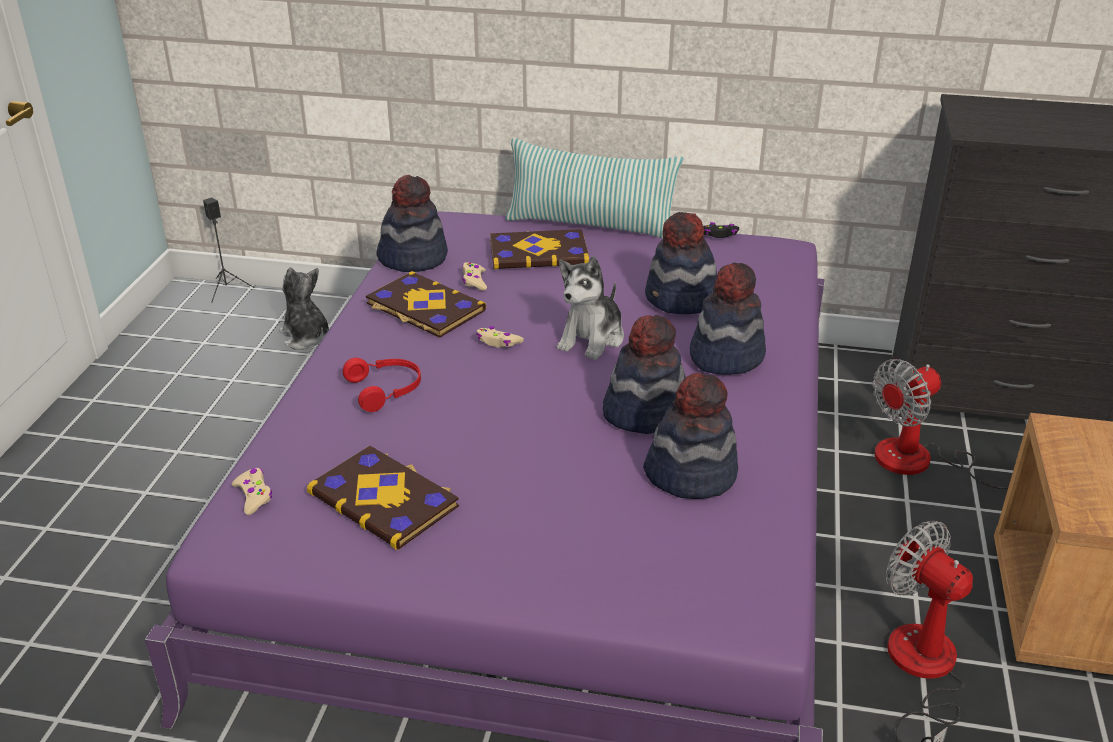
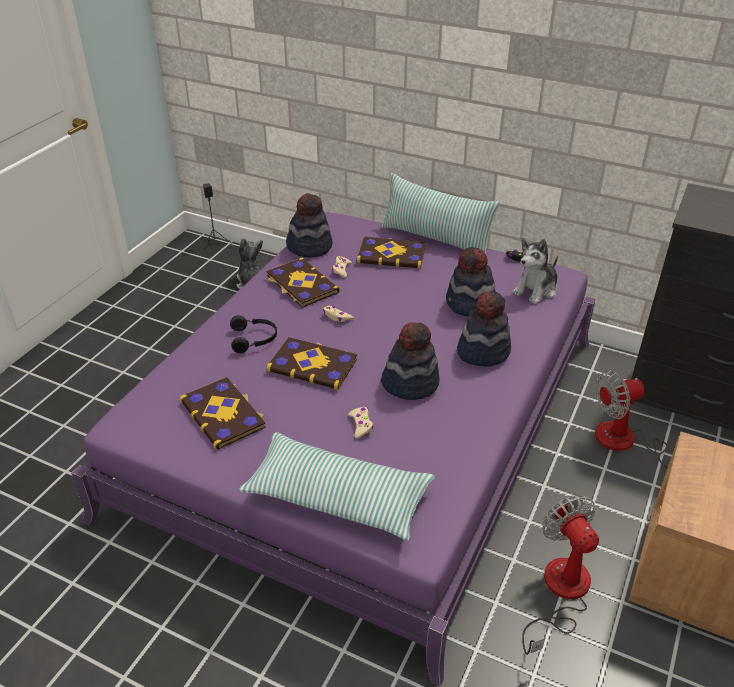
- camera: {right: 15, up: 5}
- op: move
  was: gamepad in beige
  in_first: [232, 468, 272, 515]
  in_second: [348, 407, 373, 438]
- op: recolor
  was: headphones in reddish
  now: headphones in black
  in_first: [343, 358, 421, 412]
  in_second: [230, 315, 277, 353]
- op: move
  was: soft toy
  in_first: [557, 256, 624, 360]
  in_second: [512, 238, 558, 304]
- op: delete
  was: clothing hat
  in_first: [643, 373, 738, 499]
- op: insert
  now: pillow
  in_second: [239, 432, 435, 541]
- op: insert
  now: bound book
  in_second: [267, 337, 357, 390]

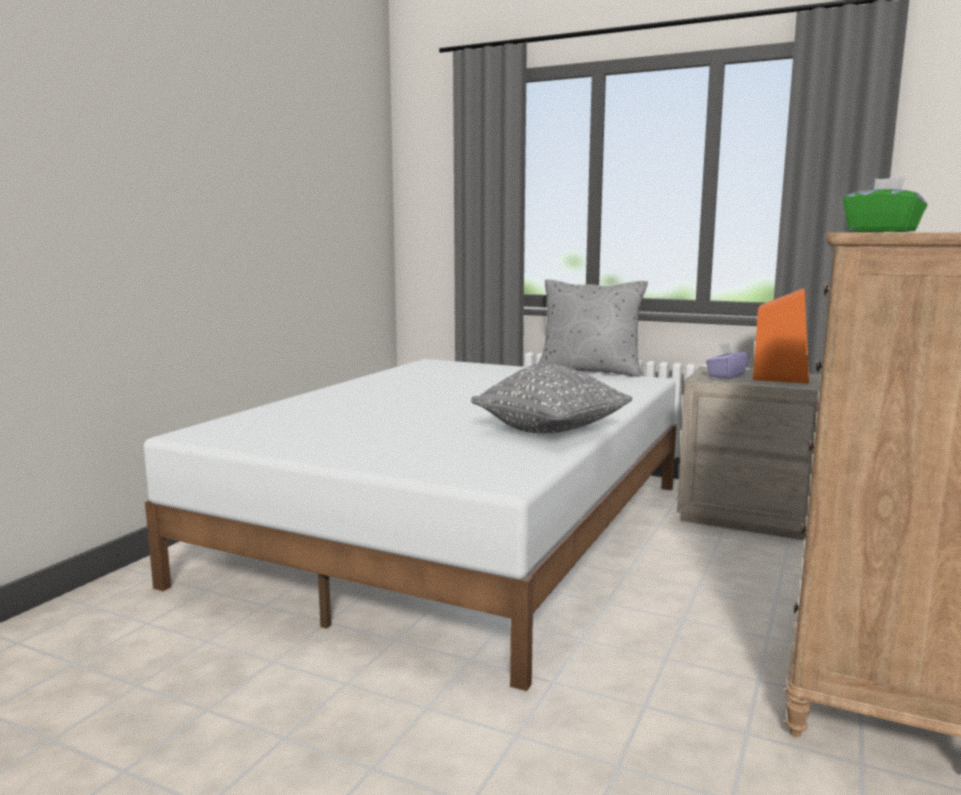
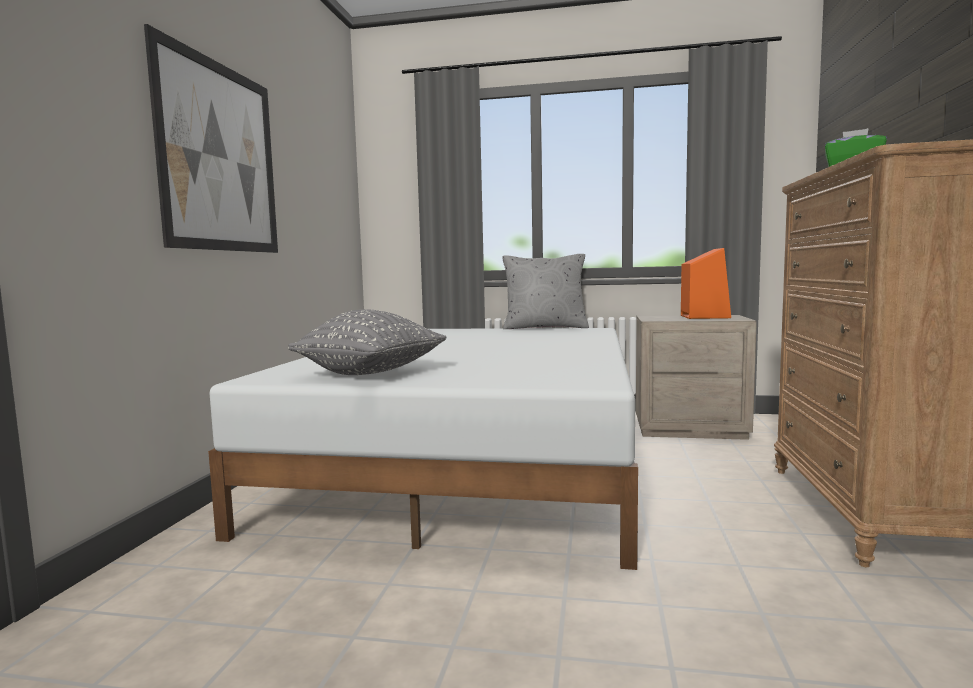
- camera: {right: -15, up: -5}
- op: move
  was: pillow in gray
  in_first: [471, 364, 633, 434]
  in_second: [288, 309, 446, 375]
- op: delete
  was: tissue box in purple
  in_first: [706, 343, 749, 379]
- op: insert
  now: wall picture
  in_second: [144, 24, 278, 253]

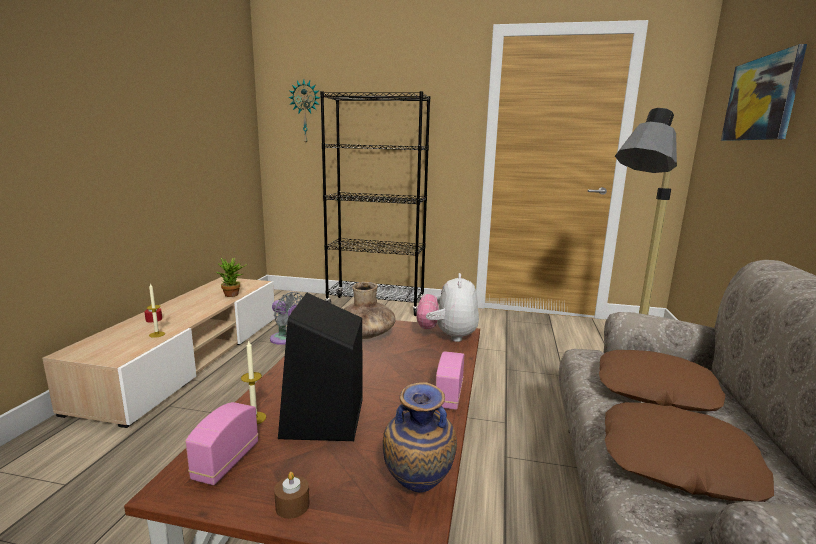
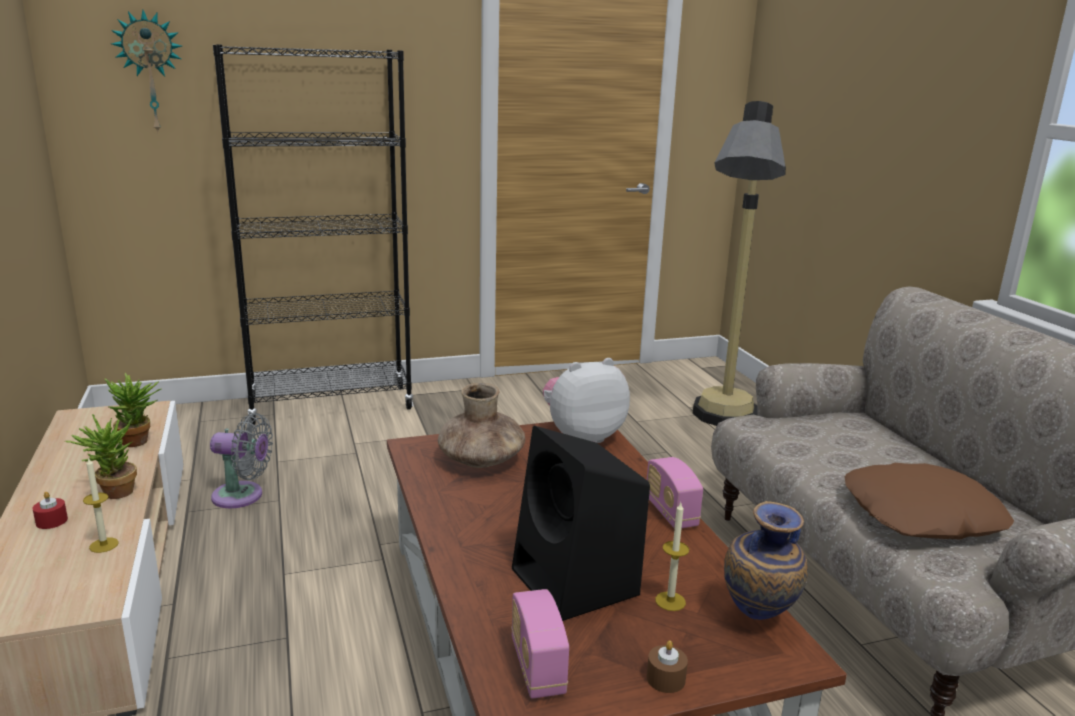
- camera: {right: -30, up: 5}
- op: move
  was: candle
  in_first: [241, 341, 266, 424]
  in_second: [655, 503, 689, 611]
- op: rotate
  was: soft toy
  in_first: [416, 273, 479, 342]
  in_second: [543, 358, 630, 443]
  clockwise: 90
- op: delete
  was: pillow in brown
  in_first: [599, 350, 725, 411]
- op: delete
  was: wall picture
  in_first: [721, 44, 807, 141]
- op: insert
  now: plant in a pot
  in_second: [65, 414, 137, 499]

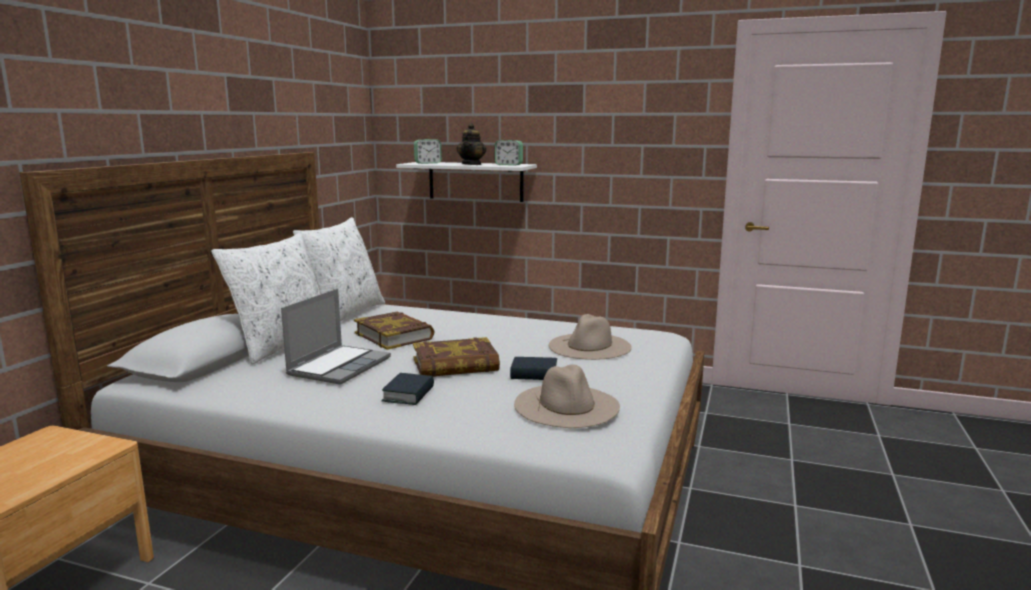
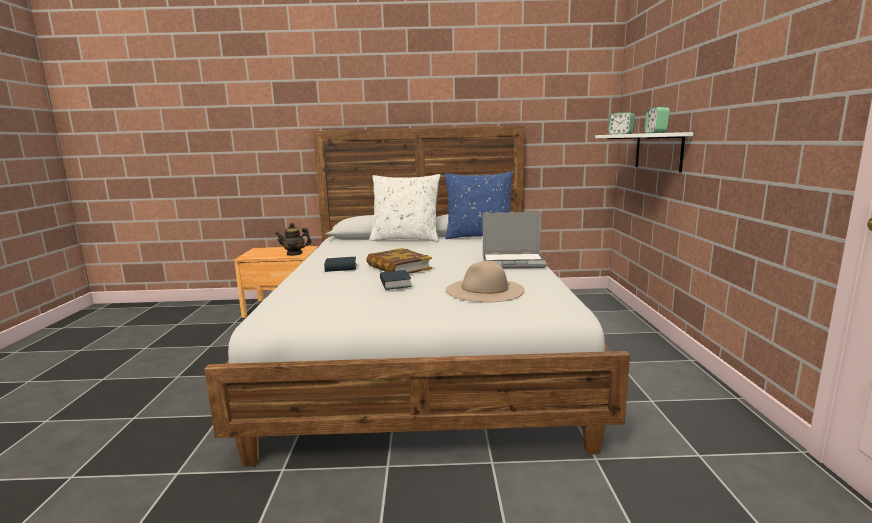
- camera: {right: 70, up: 0}
- op: move
  was: notebook computer
  in_first: [281, 289, 391, 385]
  in_second: [483, 212, 547, 268]
- op: recolor
  was: pillow in whitish
  now: pillow in blue-coloured
  in_first: [293, 217, 385, 321]
  in_second: [445, 171, 513, 239]
- op: delete
  was: bound book
  in_first: [354, 311, 435, 350]
- op: move
  was: teapot
  in_first: [456, 123, 486, 165]
  in_second: [275, 223, 312, 256]
- op: delete
  was: clothing hat in beige
  in_first: [514, 364, 620, 428]

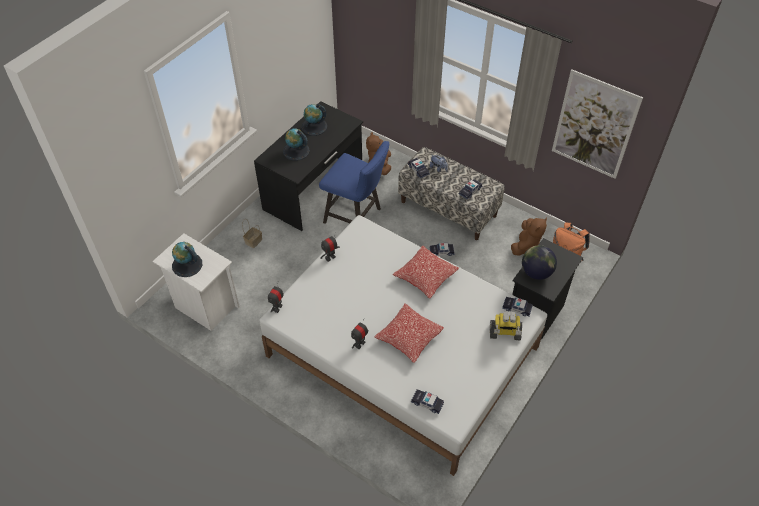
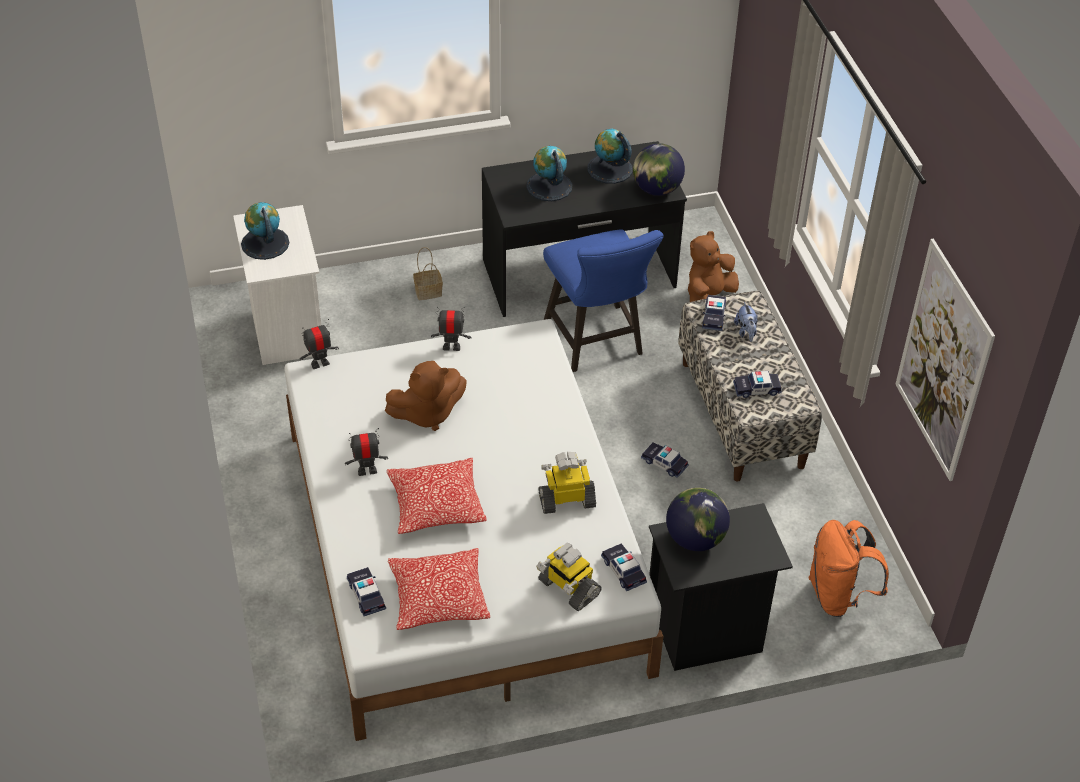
- camera: {right: 40, up: -5}
- op: move
  was: pillow
  in_first: [393, 246, 459, 299]
  in_second: [388, 548, 490, 630]
- op: move
  was: soft toy in brown
  in_first: [511, 217, 547, 256]
  in_second: [385, 361, 467, 431]
- op: insert
  now: robot figure
  in_second: [539, 452, 596, 514]
- op: insert
  now: desk globe
  in_second: [633, 143, 685, 196]

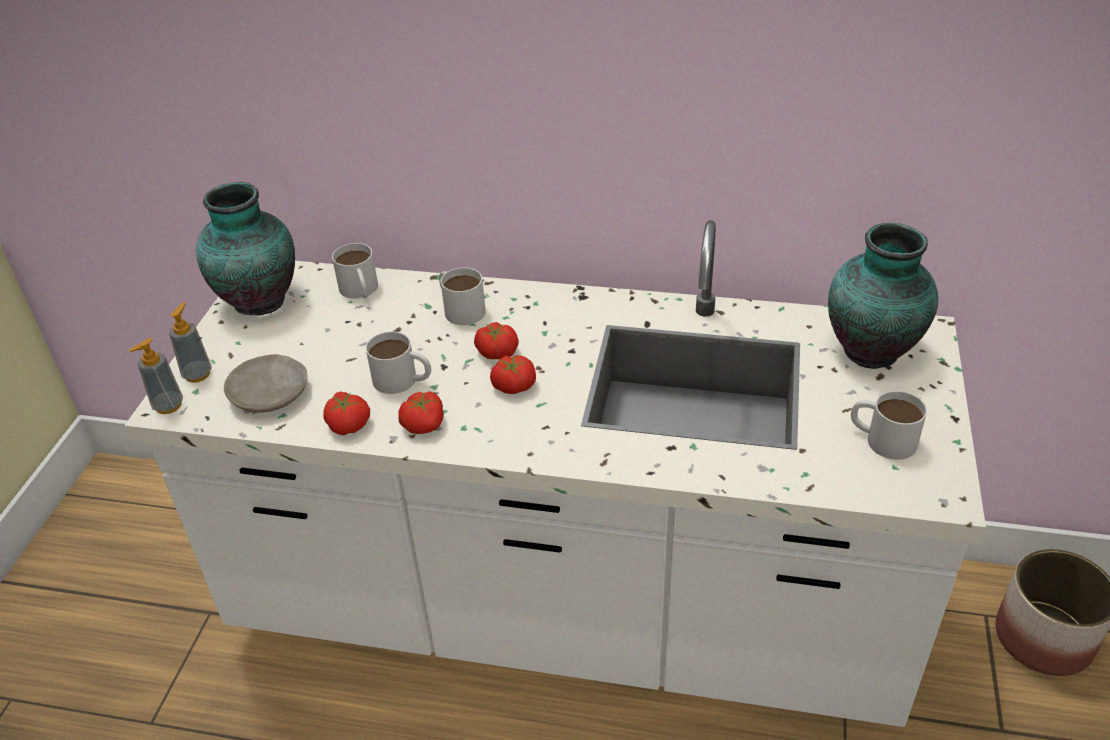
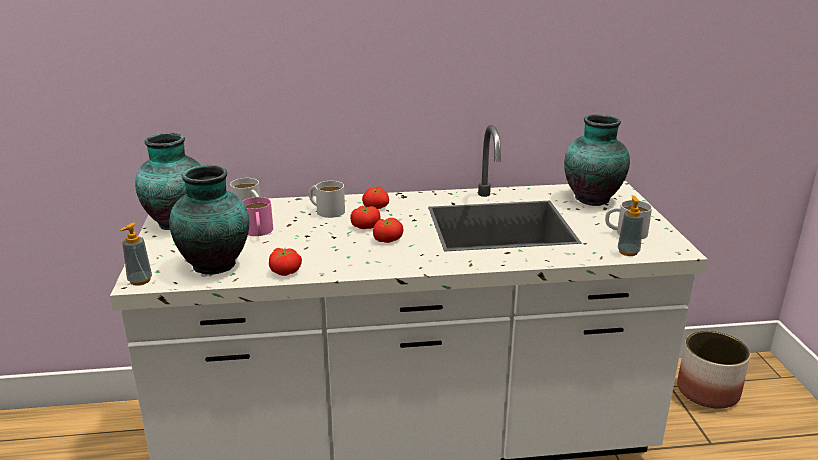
- camera: {right: -20, up: -15}
- op: move
  was: soap bottle
  in_first: [169, 302, 212, 382]
  in_second: [618, 195, 644, 256]
- op: replace
  was: flat dish in beige
  now: flower vase
  in_first: [224, 354, 307, 413]
  in_second: [169, 165, 250, 275]
- op: delete
  was: tea mug in whitish
  in_first: [366, 332, 431, 394]
- op: move
  was: fresh tomato
  in_first: [398, 391, 444, 434]
  in_second: [362, 186, 389, 209]
- op: insert
  now: tea mug in pinkish
  in_second: [243, 197, 273, 236]

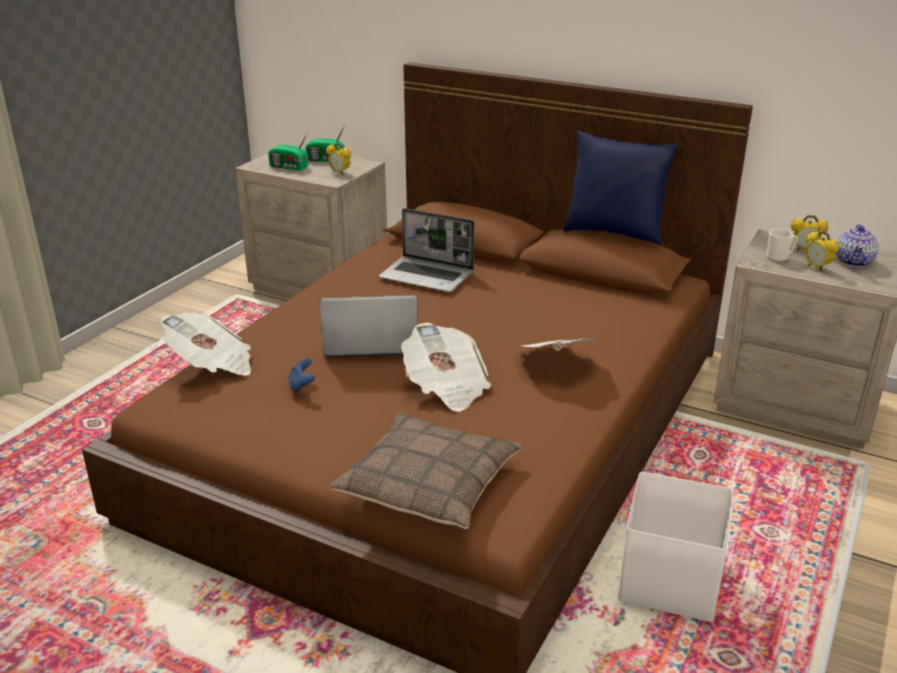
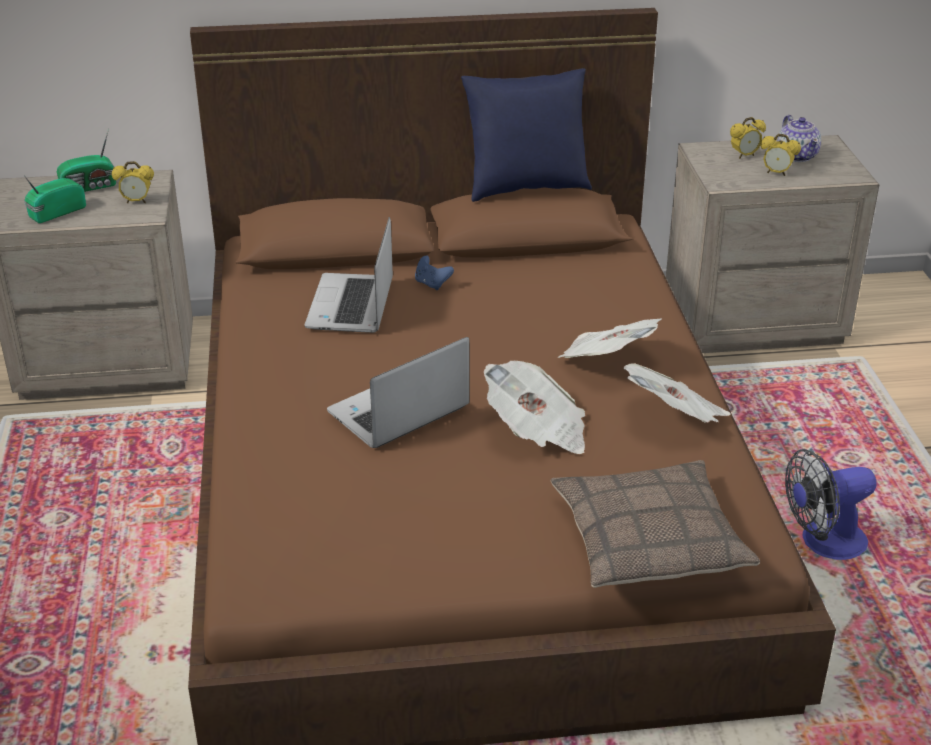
- camera: {right: -35, up: 5}
- op: move
  was: newspaper
  in_first: [161, 312, 251, 376]
  in_second: [623, 363, 731, 423]
- op: rotate
  was: radio receiver
  in_first: [268, 132, 308, 171]
  in_second: [24, 177, 86, 223]
  clockwise: 150
- op: move
  was: gamepad in blue-coloured
  in_first: [288, 358, 315, 393]
  in_second: [415, 256, 454, 290]
- op: rotate
  was: notebook computer
  in_first: [379, 208, 474, 292]
  in_second: [304, 217, 393, 333]
  clockwise: 105
- op: replace
  was: storage box in whitish
  now: cooling fan
  in_first: [618, 472, 733, 622]
  in_second: [785, 449, 876, 560]
- op: delete
  was: tea mug
  in_first: [766, 229, 798, 262]

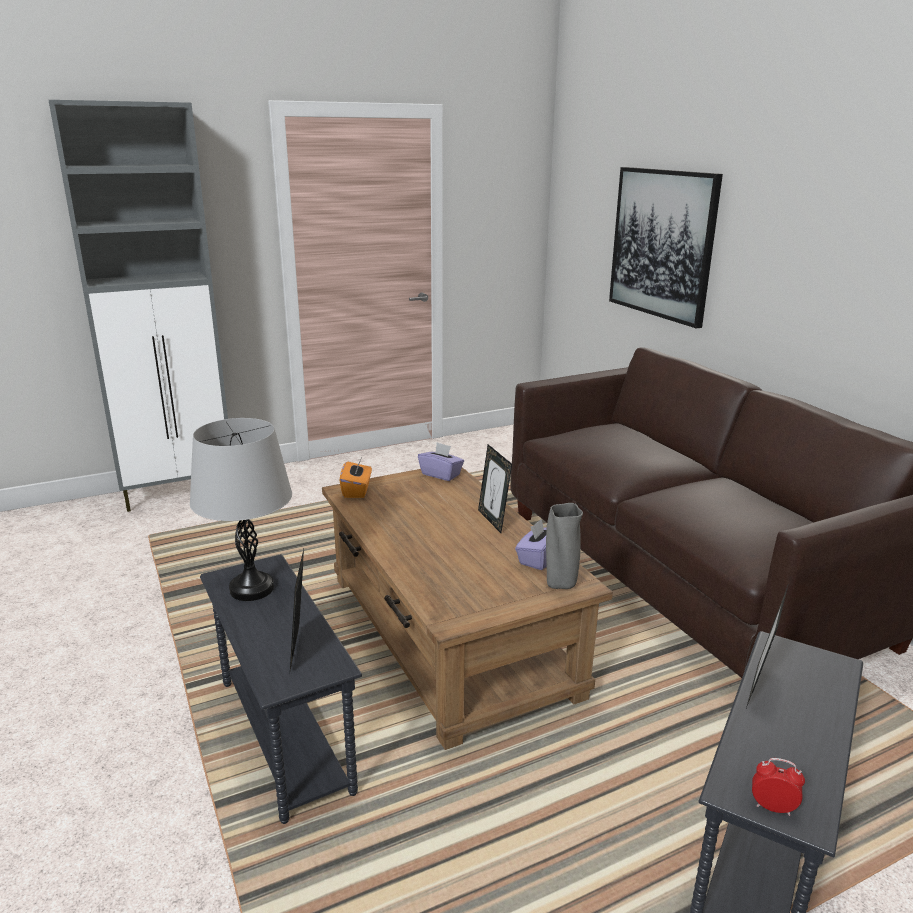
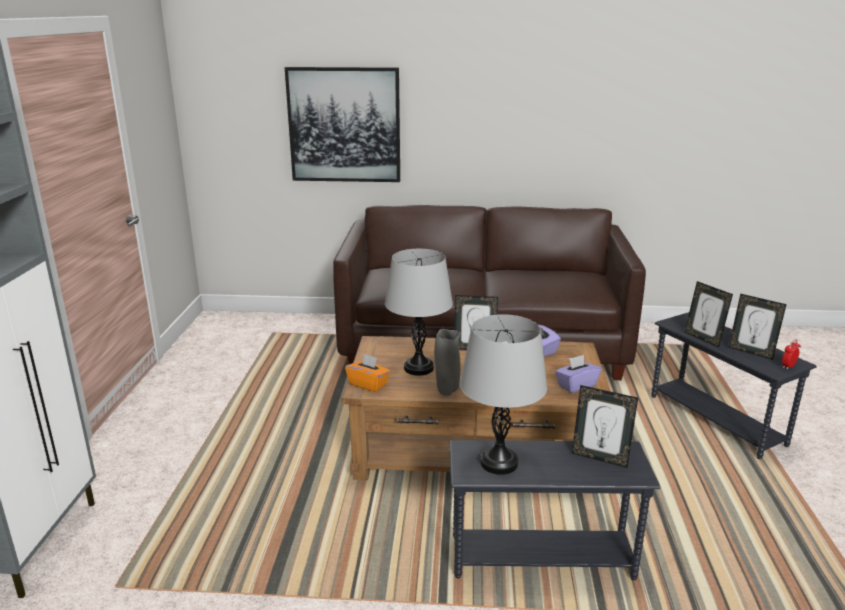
- camera: {right: -60, up: 0}
- op: move
  was: tissue box in purple
  in_first: [418, 442, 464, 481]
  in_second: [555, 355, 601, 393]
- op: move
  was: flower vase in gray
  in_first: [546, 503, 583, 589]
  in_second: [434, 329, 461, 396]
- op: insert
  now: lamp for a table in gray
  in_second: [385, 249, 453, 376]
- op: insert
  now: standing frame
  in_second: [728, 294, 787, 360]

